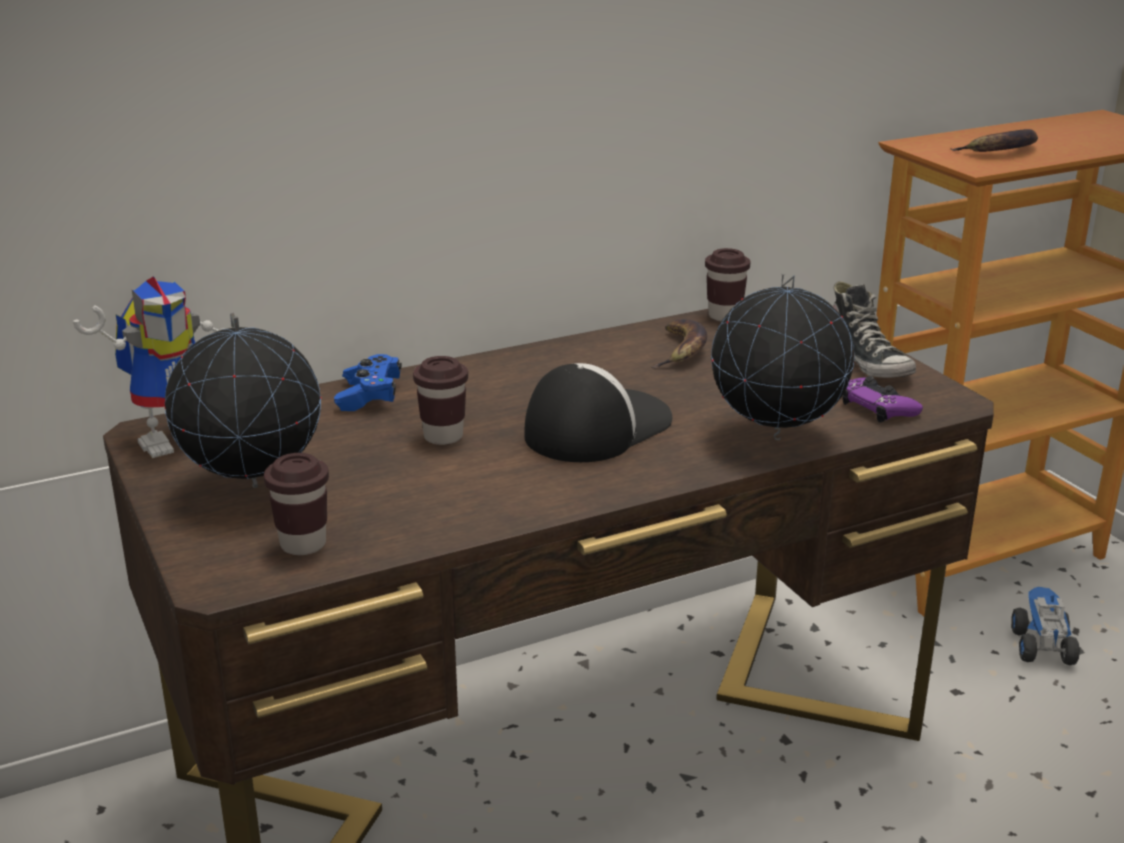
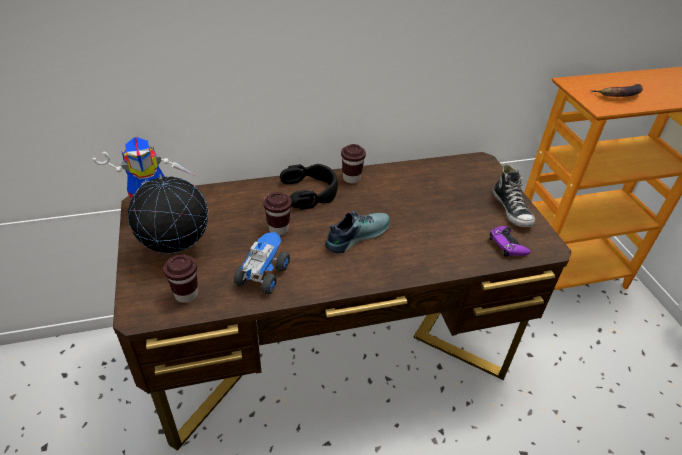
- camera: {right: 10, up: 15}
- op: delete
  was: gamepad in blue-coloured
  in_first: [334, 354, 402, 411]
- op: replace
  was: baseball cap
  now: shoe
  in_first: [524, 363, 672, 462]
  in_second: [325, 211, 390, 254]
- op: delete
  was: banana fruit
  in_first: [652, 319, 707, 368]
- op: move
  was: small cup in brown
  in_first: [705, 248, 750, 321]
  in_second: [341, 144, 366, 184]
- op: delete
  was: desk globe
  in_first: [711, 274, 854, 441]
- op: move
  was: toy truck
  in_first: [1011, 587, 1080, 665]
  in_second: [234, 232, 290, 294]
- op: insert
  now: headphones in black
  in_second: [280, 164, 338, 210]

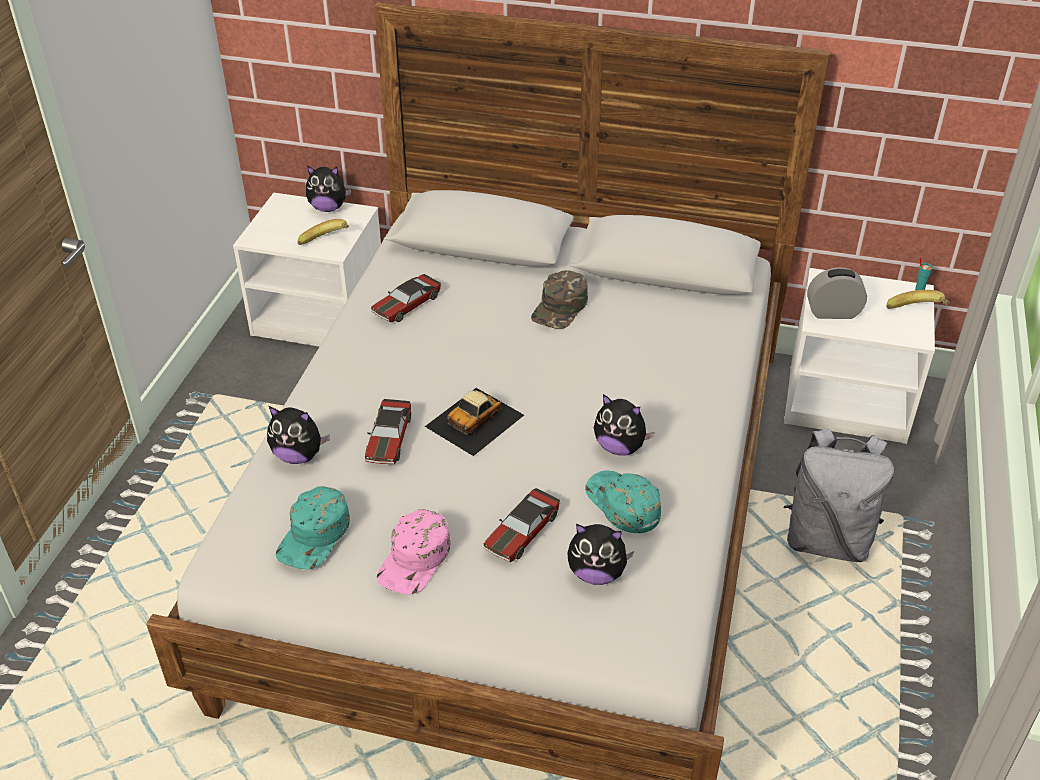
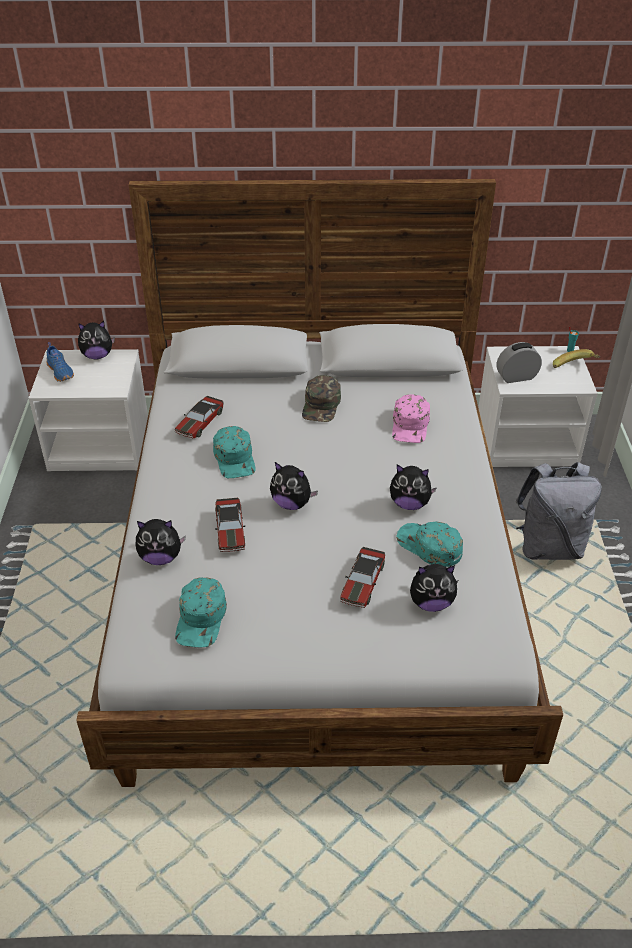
- camera: {right: -15, up: 0}
- op: delete
  was: banana fruit
  in_first: [297, 219, 349, 245]
- op: move
  was: baseball cap in pinkish
  in_first: [377, 509, 451, 595]
  in_second: [392, 394, 430, 443]
- op: replace
  was: miniature car
  now: soft toy
  in_first: [425, 388, 524, 456]
  in_second: [270, 462, 318, 510]
- op: insert
  now: shoe in blue-coloured
  in_second: [46, 342, 74, 382]
- op: insert
  now: baseball cap in turquoise-coloured
  in_second: [213, 426, 256, 478]

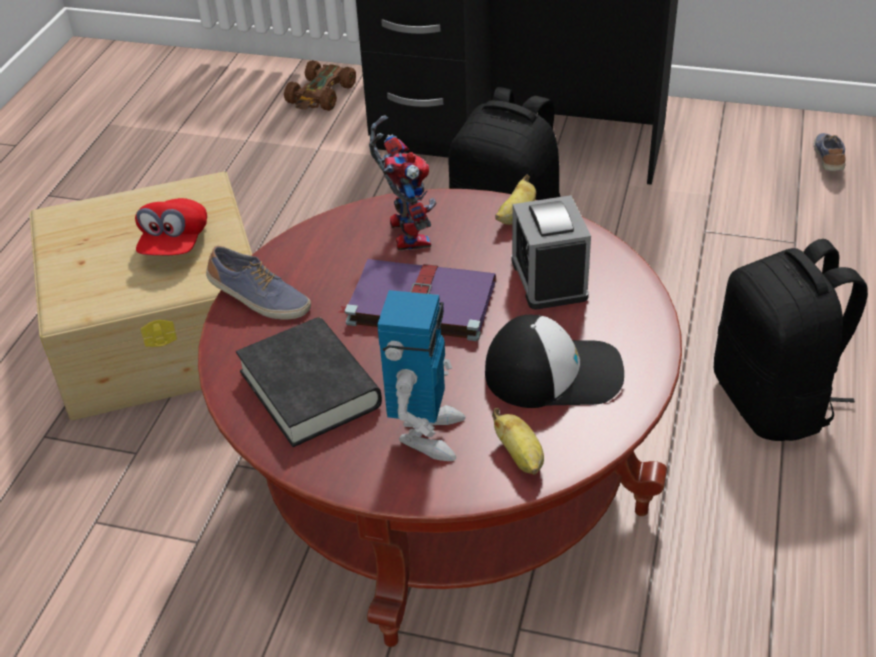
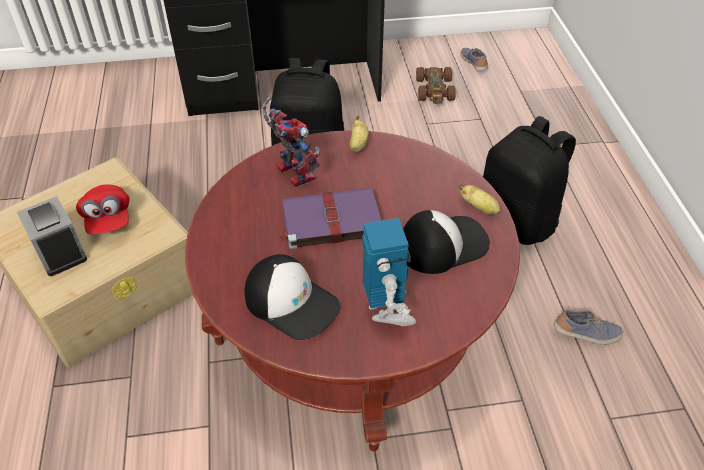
- camera: {right: -25, up: 5}
- op: move
  was: shoe
  in_first: [206, 246, 311, 320]
  in_second: [554, 310, 624, 345]
- op: replace
  was: bound book in black
  now: baseball cap
  in_first: [236, 317, 382, 447]
  in_second: [245, 254, 340, 340]
- op: move
  was: miniature car in brown
  in_first: [284, 60, 356, 111]
  in_second: [416, 67, 456, 104]
- op: move
  was: banana fruit
  in_first: [492, 408, 544, 475]
  in_second: [458, 183, 501, 215]
- op: move
  was: table clock
  in_first: [511, 195, 591, 310]
  in_second: [17, 196, 87, 276]

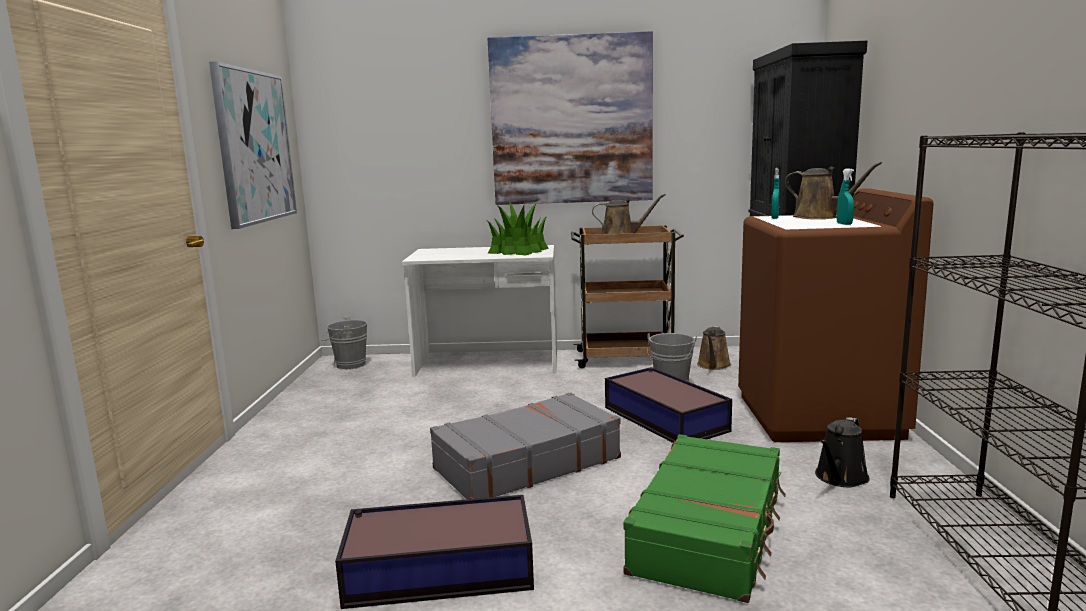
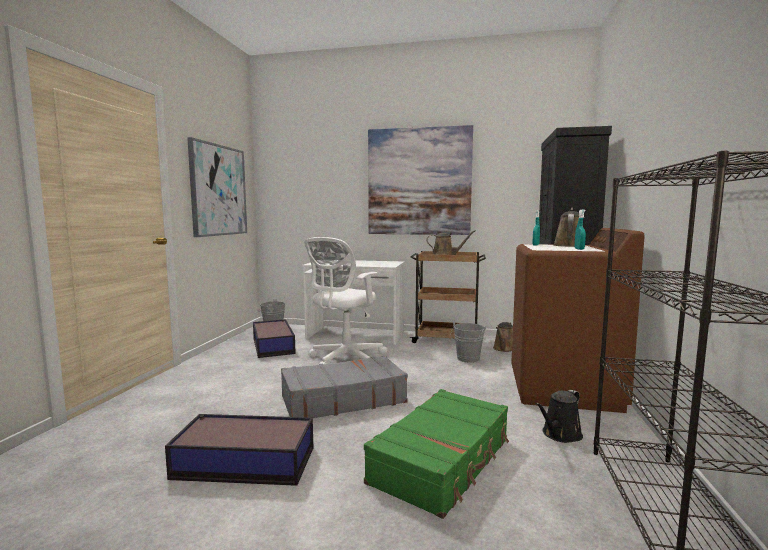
- camera: {right: 10, up: -5}
- op: delete
  was: plant in a pot
  in_first: [488, 201, 549, 255]
- op: move
  was: storage box
  in_first: [605, 367, 732, 443]
  in_second: [253, 319, 296, 358]
- op: rotate
  was: sprinkling can in brown
  in_first: [785, 162, 882, 219]
  in_second: [553, 207, 586, 247]
  clockwise: -120
- op: insert
  now: computer chair in whitish
  in_second: [304, 237, 387, 364]

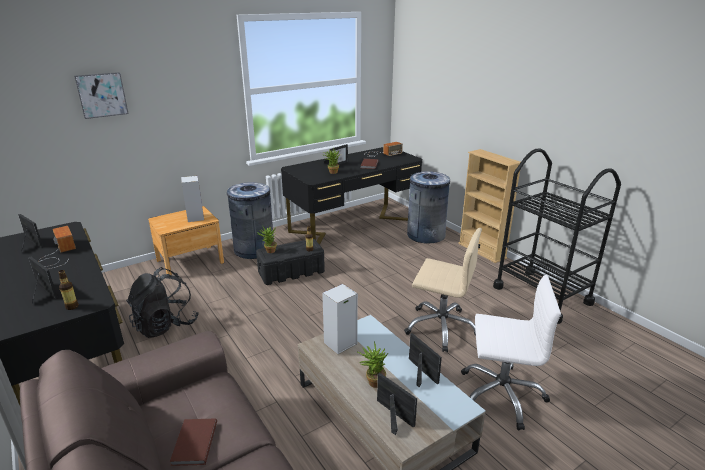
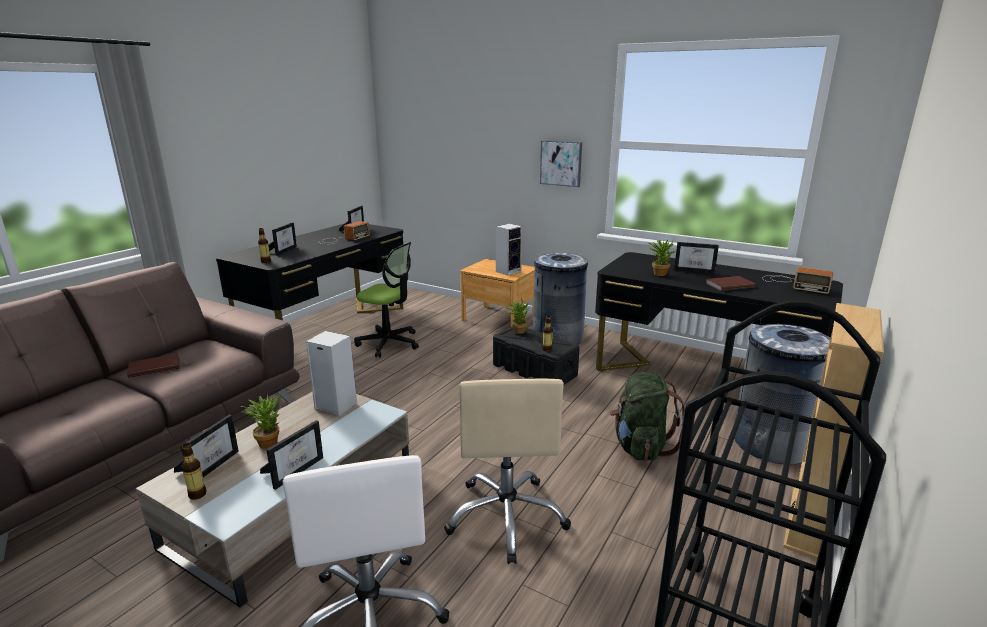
- camera: {right: 65, up: -5}
- op: move
  was: wall picture
  in_first: [74, 72, 129, 119]
  in_second: [540, 140, 582, 187]
- op: replace
  was: knapsack in black
  now: computer chair
  in_first: [126, 267, 199, 338]
  in_second: [354, 242, 419, 358]
- op: insert
  now: beverage bottle
  in_second: [182, 443, 207, 500]
- op: insert
  now: knapsack in greenish
  in_second: [610, 372, 685, 461]

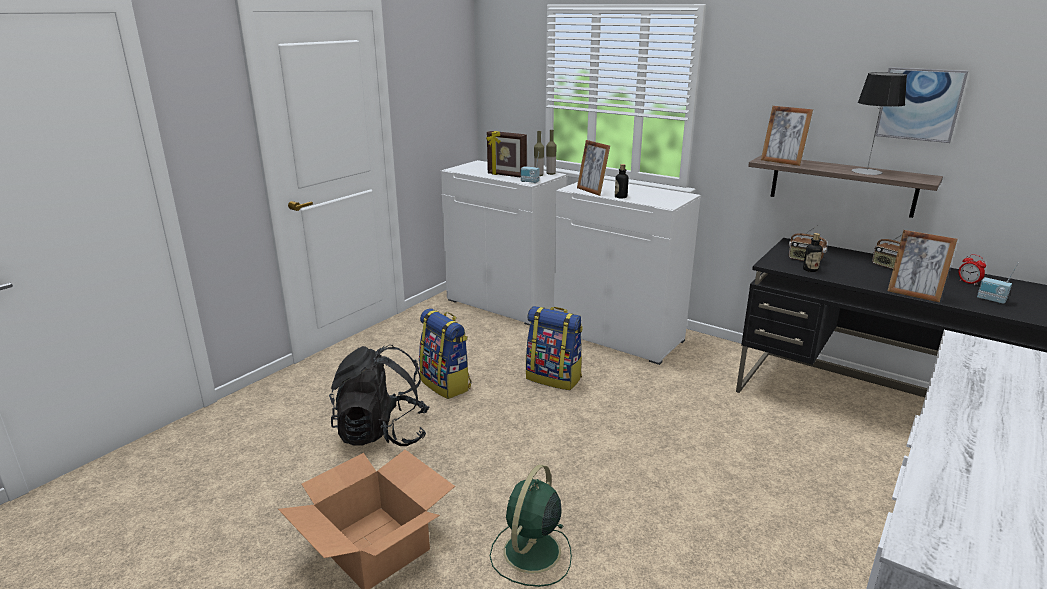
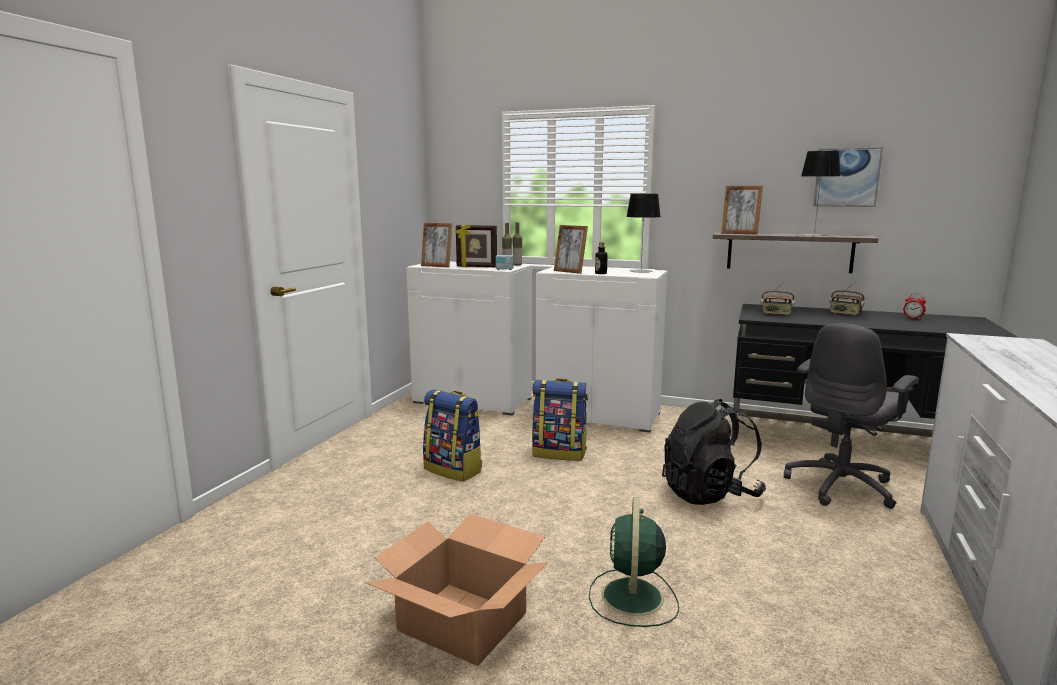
- camera: {right: -15, up: -10}
- op: move
  was: knapsack in black
  in_first: [329, 345, 429, 446]
  in_second: [662, 399, 766, 505]
- op: delete
  was: beverage bottle
  in_first: [803, 233, 822, 272]
- op: move
  was: standing frame
  in_first: [888, 230, 958, 302]
  in_second: [421, 223, 452, 267]
- op: delete
  was: radio receiver
  in_first: [977, 262, 1019, 304]
- op: insert
  now: lamp for a table
  in_second: [626, 194, 660, 273]
- op: insert
  now: computer chair in gray
  in_second: [784, 323, 919, 509]

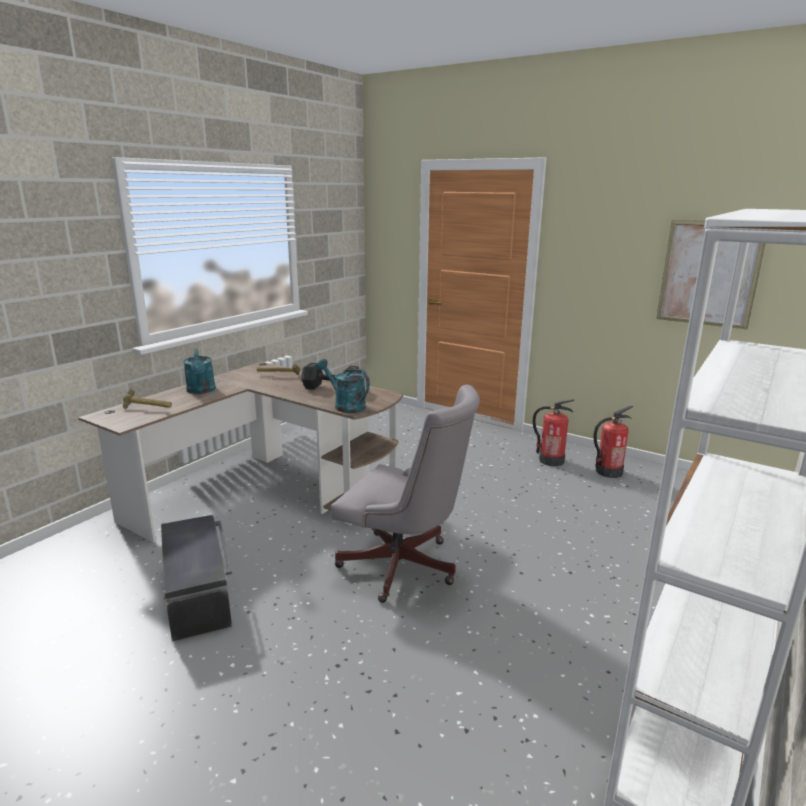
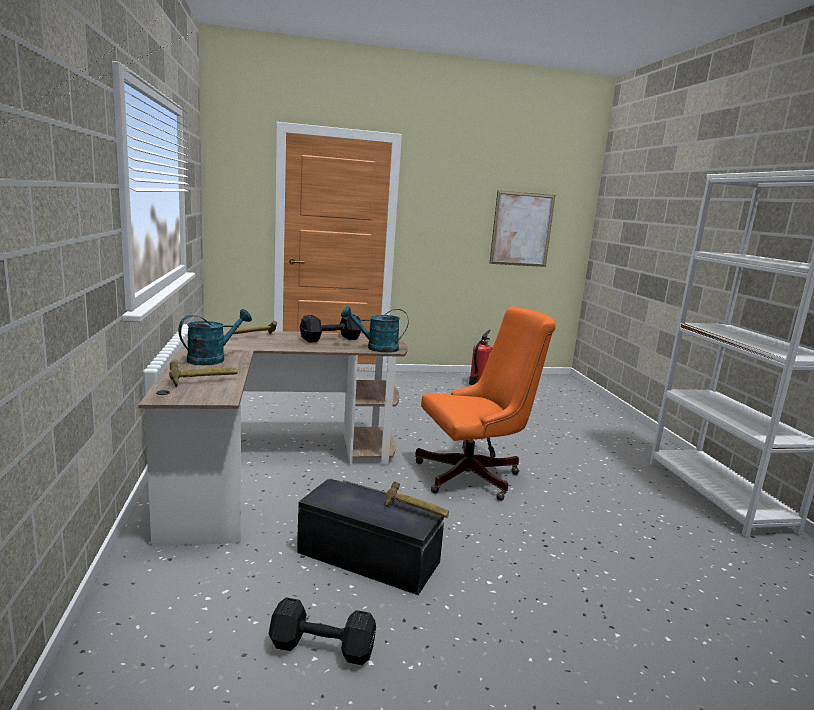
- camera: {right: -45, up: -5}
- op: rotate
  was: sprinkling can in turquoise-coloured
  in_first: [183, 348, 216, 394]
  in_second: [178, 309, 252, 365]
  clockwise: -75
- op: recolor
  was: computer chair in gray
  now: computer chair in orange-coloured
  in_first: [331, 385, 480, 603]
  in_second: [415, 307, 556, 501]
- op: delete
  was: extinguisher
  in_first: [533, 400, 574, 466]
- op: insert
  now: hand weight in black
  in_second: [269, 597, 376, 665]
- op: insert
  now: tool hammer
  in_second: [386, 482, 449, 518]

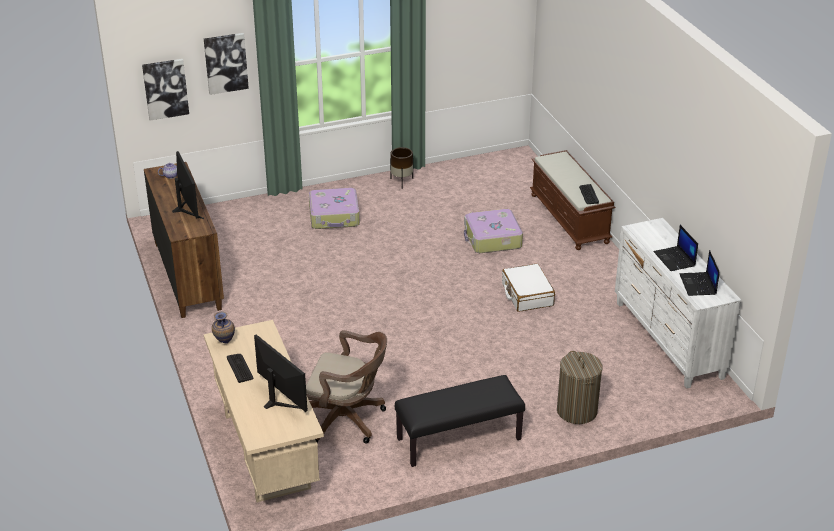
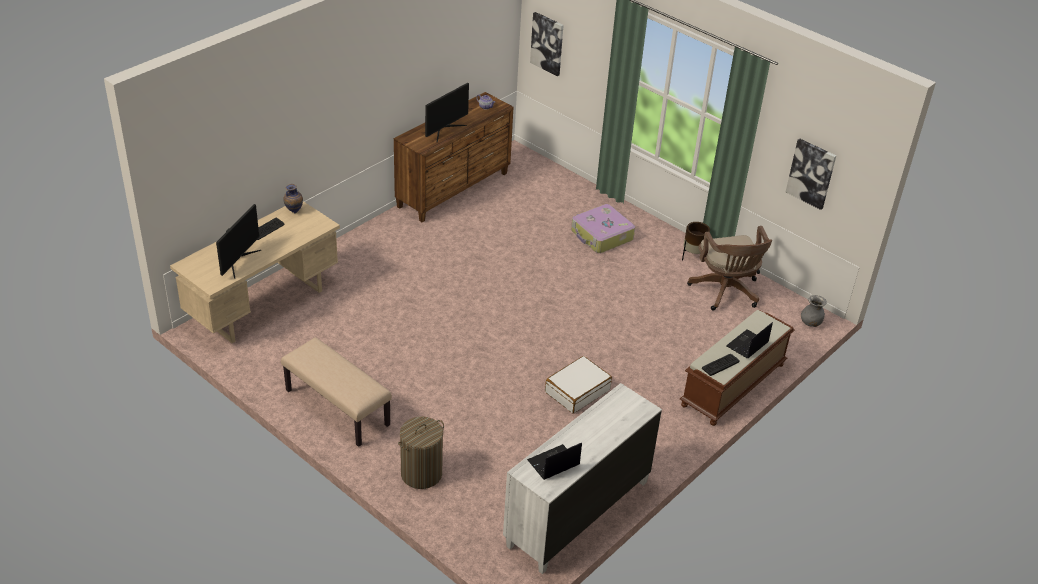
- camera: {right: 60, up: 5}
- op: move
  was: wall picture
  in_first: [204, 33, 249, 95]
  in_second: [786, 138, 836, 210]
- op: move
  was: computer chair in brown
  in_first: [306, 330, 387, 444]
  in_second: [687, 226, 772, 311]
- op: recolor
  was: bench in black
  now: bench in beige
  in_first: [395, 375, 525, 467]
  in_second: [281, 337, 392, 447]
- op: delete
  was: suitcase
  in_first: [464, 209, 523, 253]
- op: move
  was: notebook computer
  in_first: [654, 225, 698, 271]
  in_second: [726, 322, 773, 359]
- op: insert
  now: flower vase in gray
  in_second: [801, 295, 827, 327]

